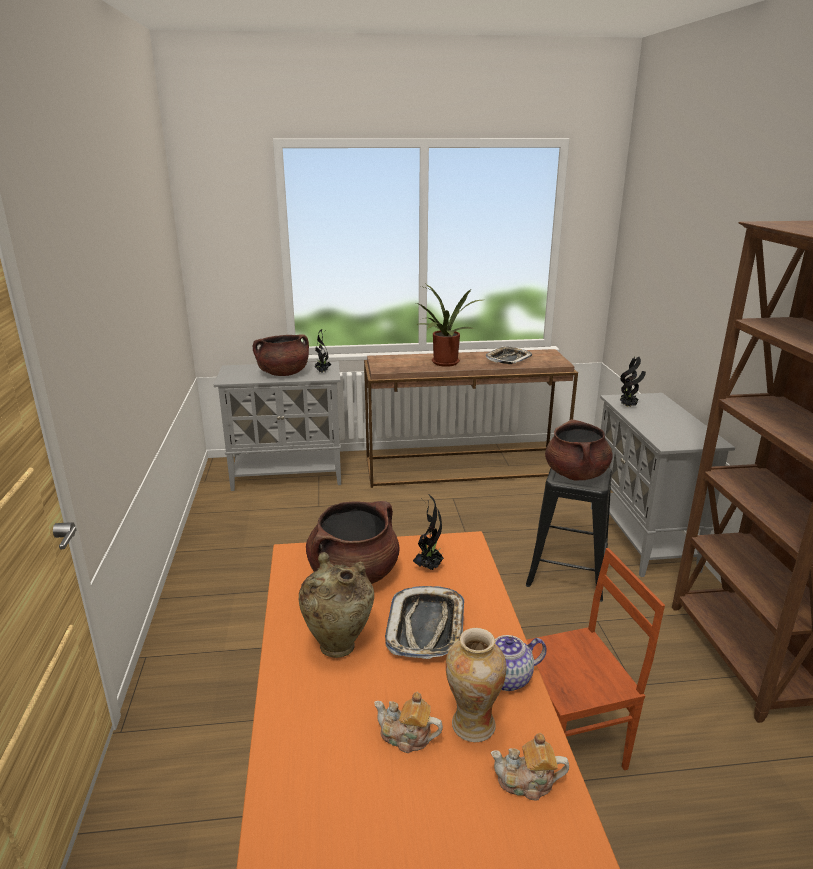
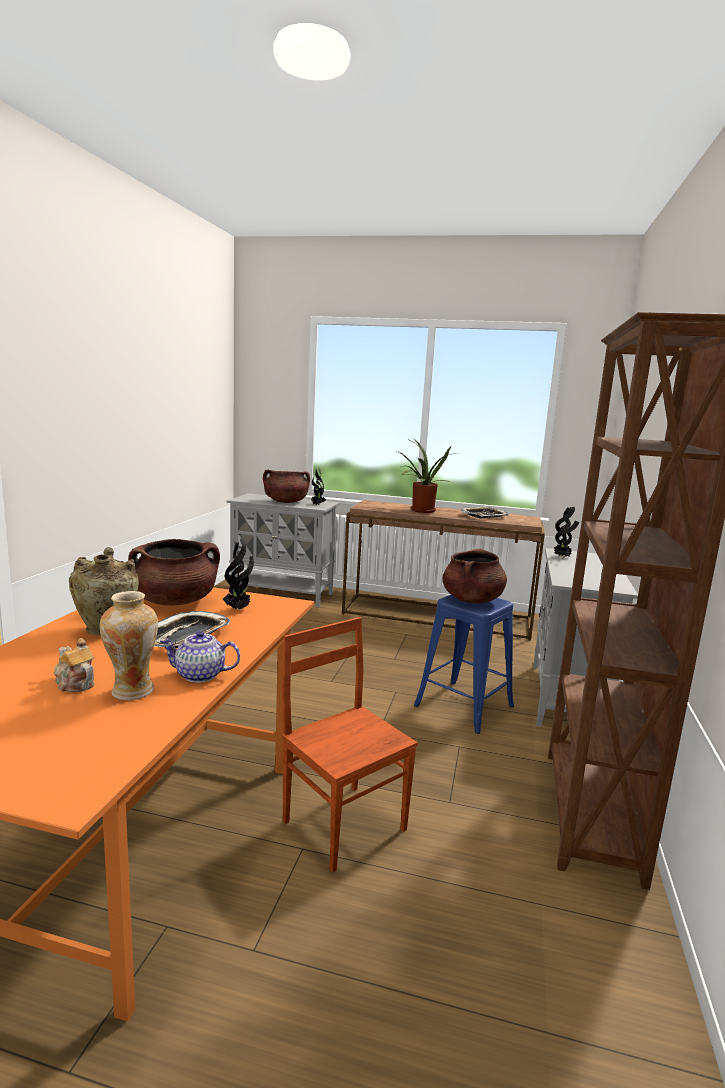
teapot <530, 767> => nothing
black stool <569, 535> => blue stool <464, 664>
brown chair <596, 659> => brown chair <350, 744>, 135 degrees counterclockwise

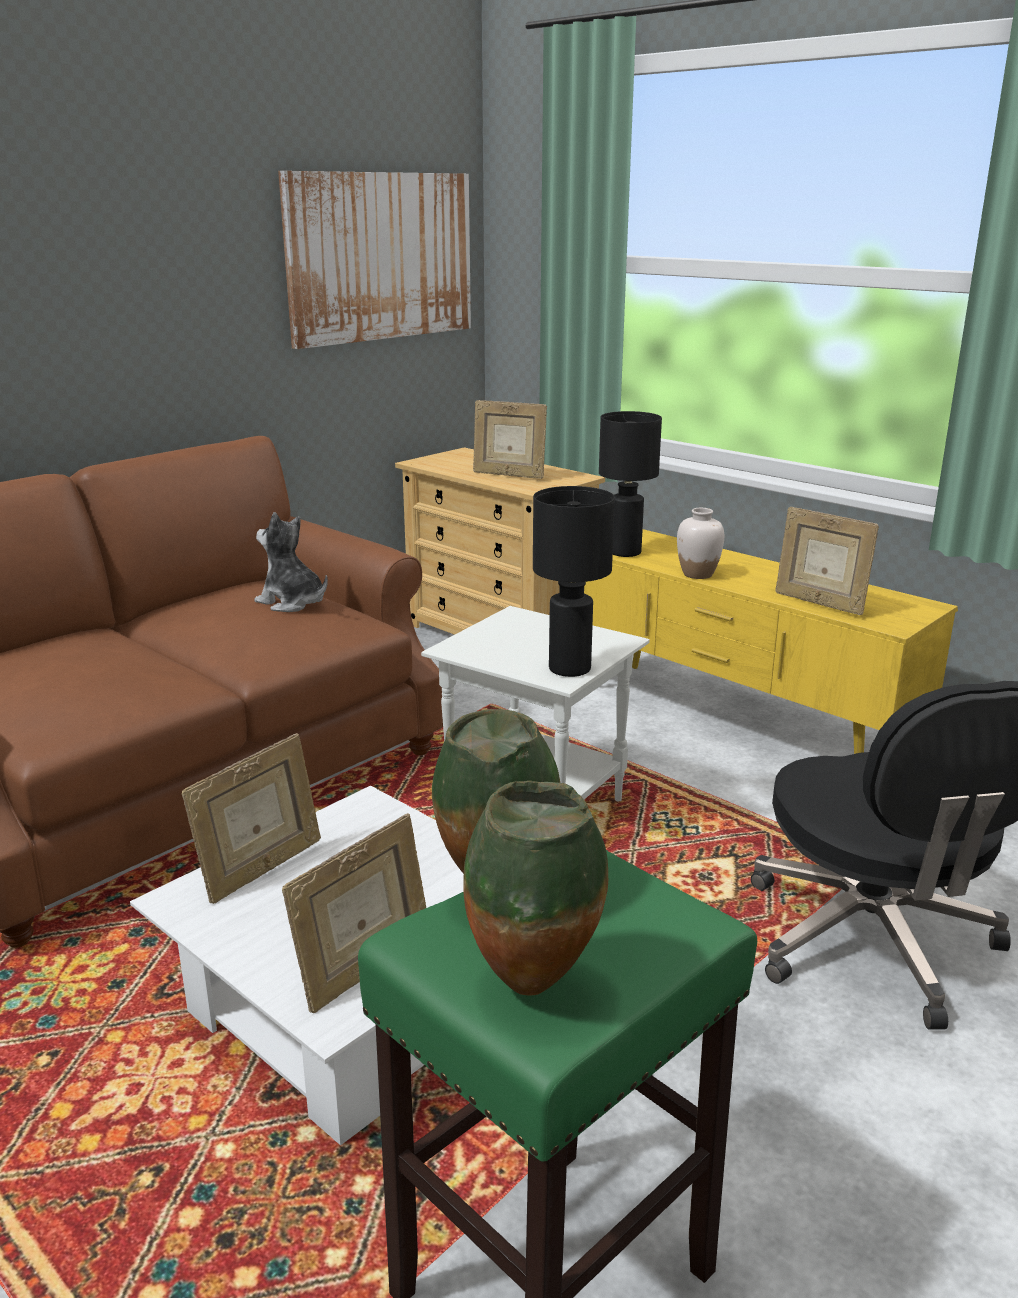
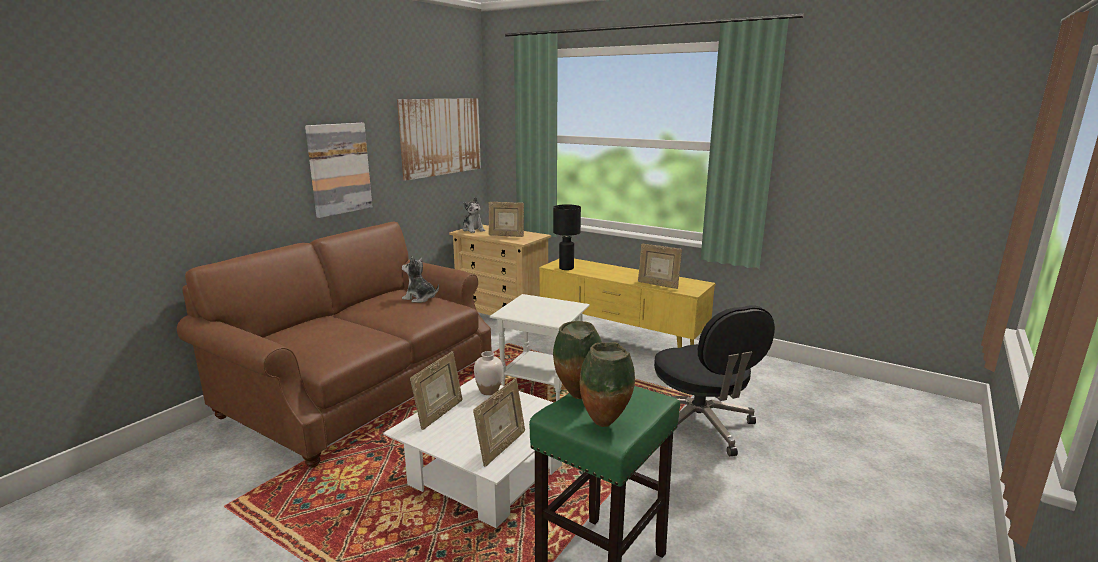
black table lamp <574, 581> => nothing
nothing => picture <338, 170>
nothing => plush toy <474, 215>
white vase <700, 543> => white vase <488, 373>, relocated

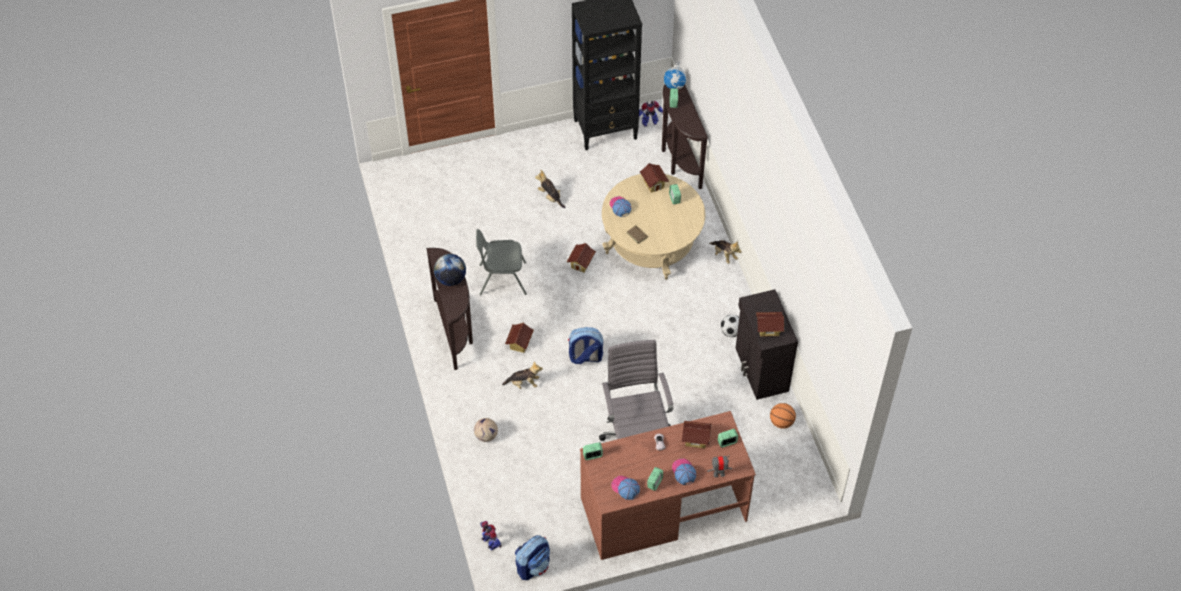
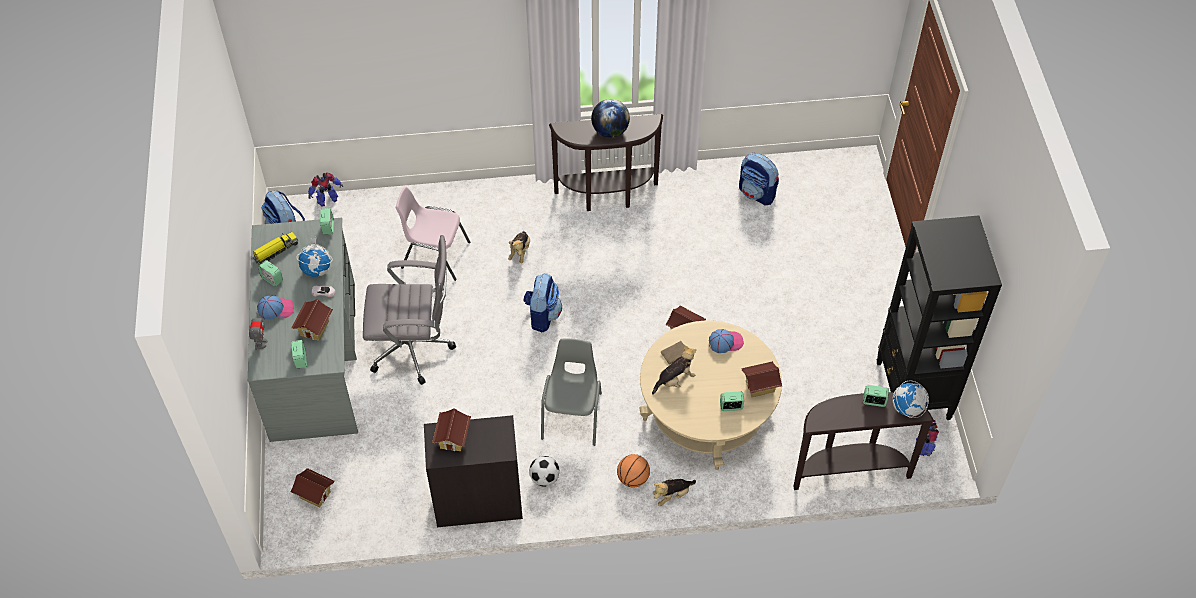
football <486, 430> => nothing
nothing => globe <315, 257>
nothing => pink chair <432, 233>
nothing => backpack <759, 179>
grey chair <501, 262> => grey chair <571, 392>, relocated
toy house <519, 338> => toy house <312, 487>, relocated
plush toy <550, 189> => plush toy <674, 370>, relocated
basketball <783, 416> => basketball <633, 470>, relocated
cap <625, 488> => toy truck <275, 248>
brown desk <668, 485> => grey desk <303, 330>

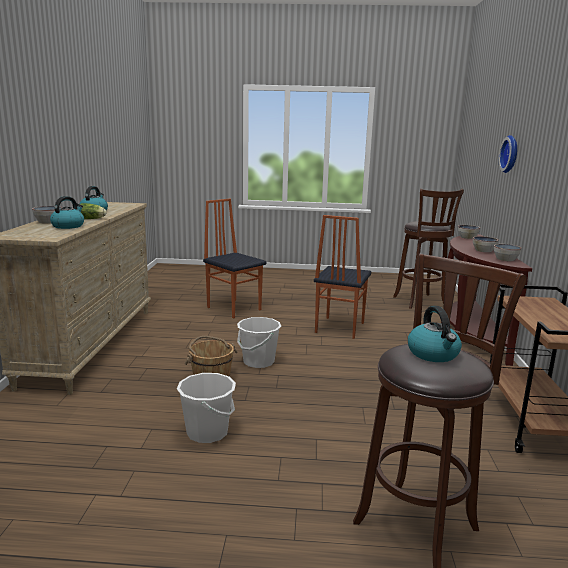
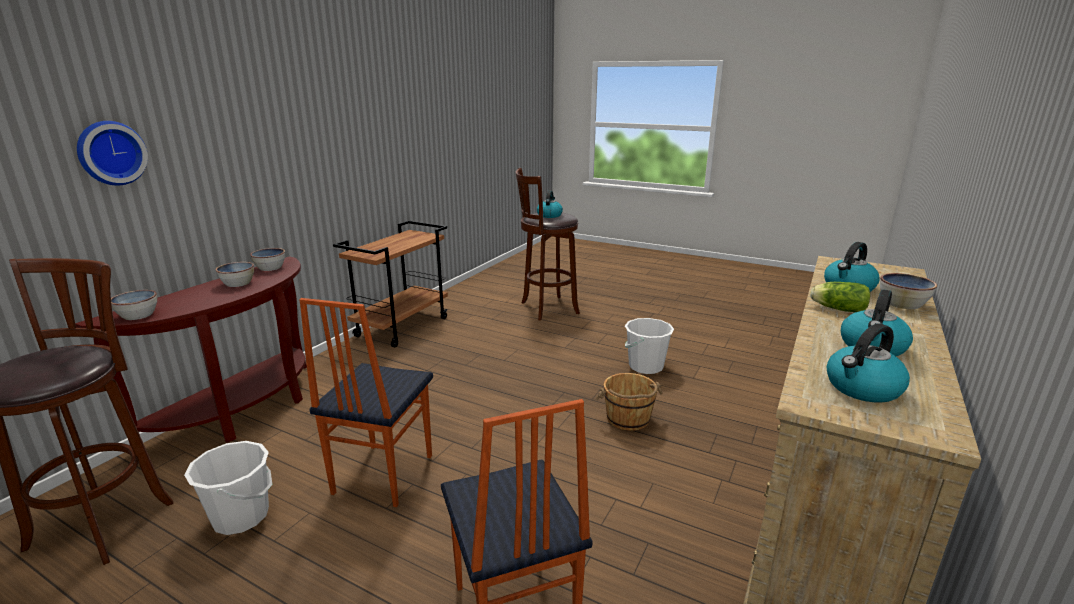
nothing => kettle <868, 363>
white bucket <259, 342> => white bucket <228, 488>, relocated
chair <342, 277> => chair <366, 402>, 150 degrees clockwise

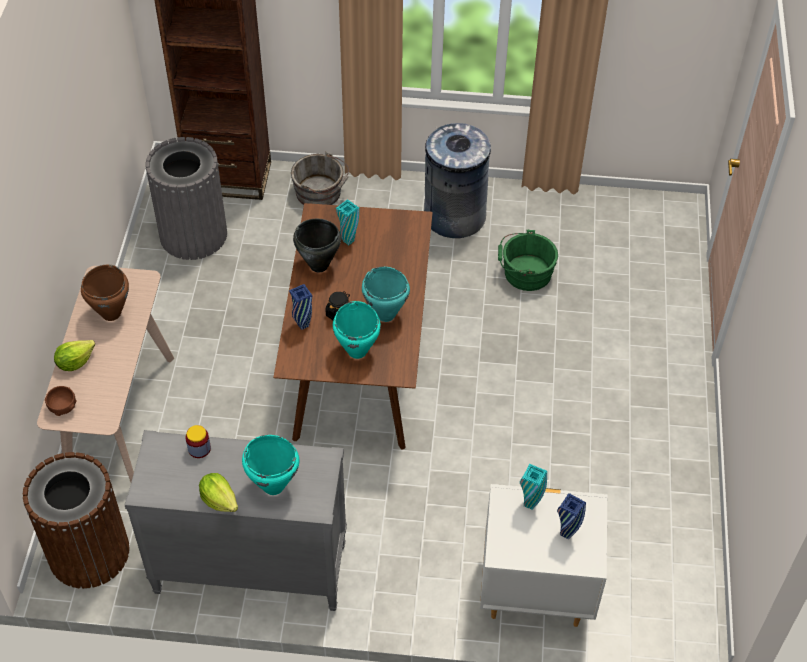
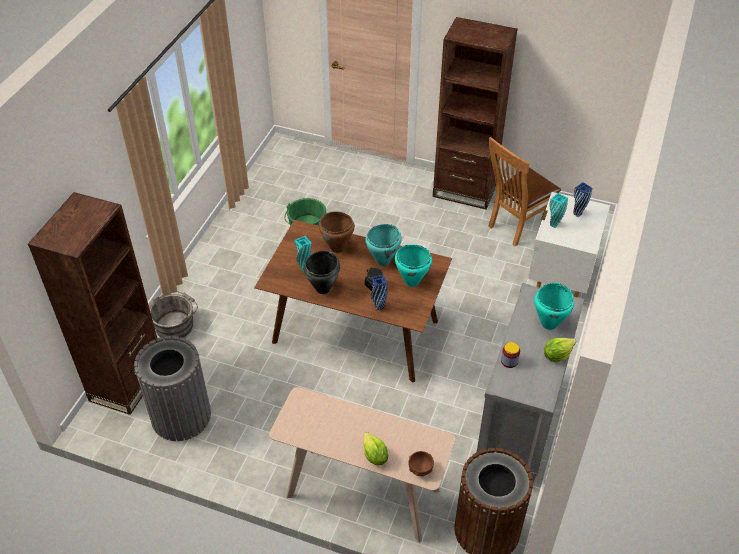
grey trash can <457, 180> => nothing
nothing => brown bookcase <475, 113>
nothing => brown chair <524, 191>
brown cooking pot <105, 293> => brown cooking pot <337, 232>, relocated

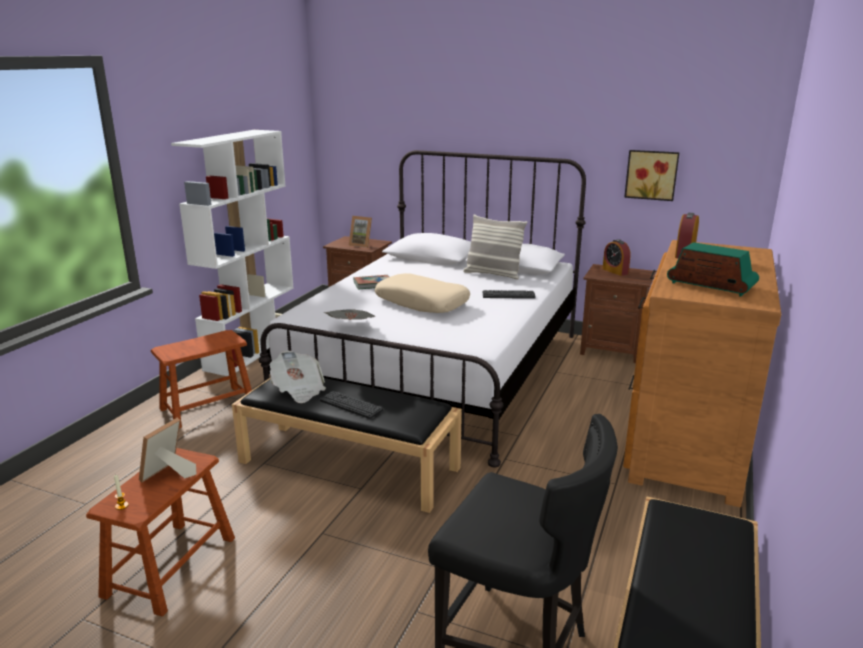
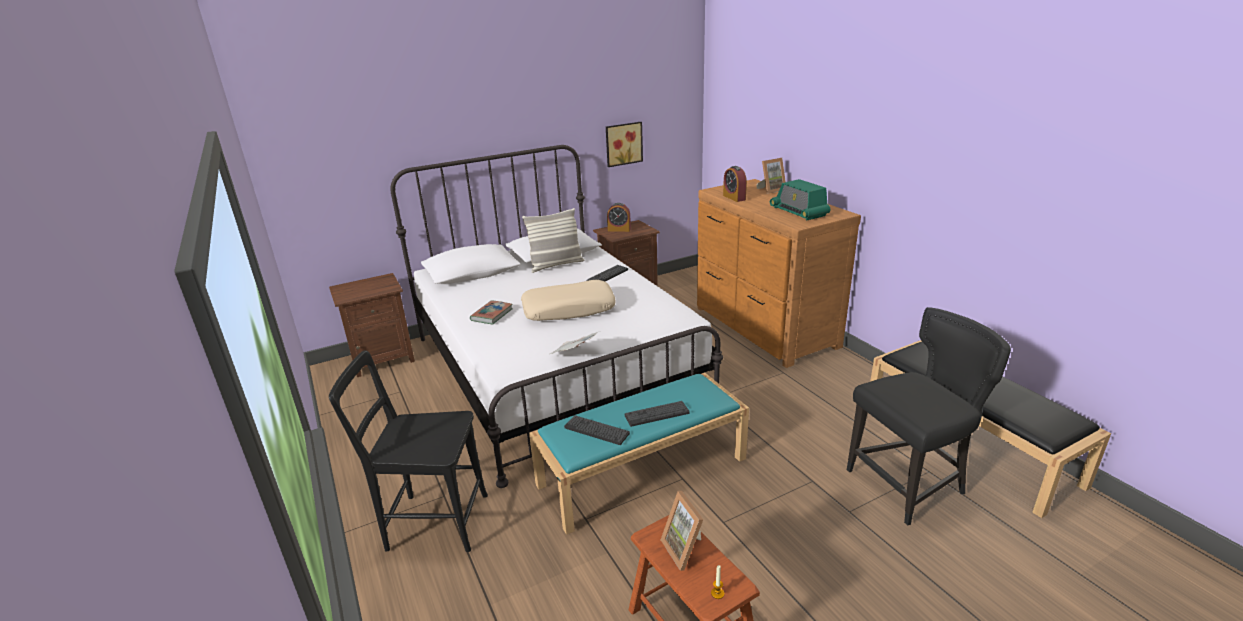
white bookcase <232, 253> => nothing
picture frame <360, 232> => picture frame <771, 176>, relocated
brown stool <201, 379> => black chair <408, 451>
newspaper <298, 377> => keyboard <597, 430>
black bench <347, 445> => turquoise bench <639, 454>
radio <713, 269> => radio <800, 199>, 105 degrees counterclockwise

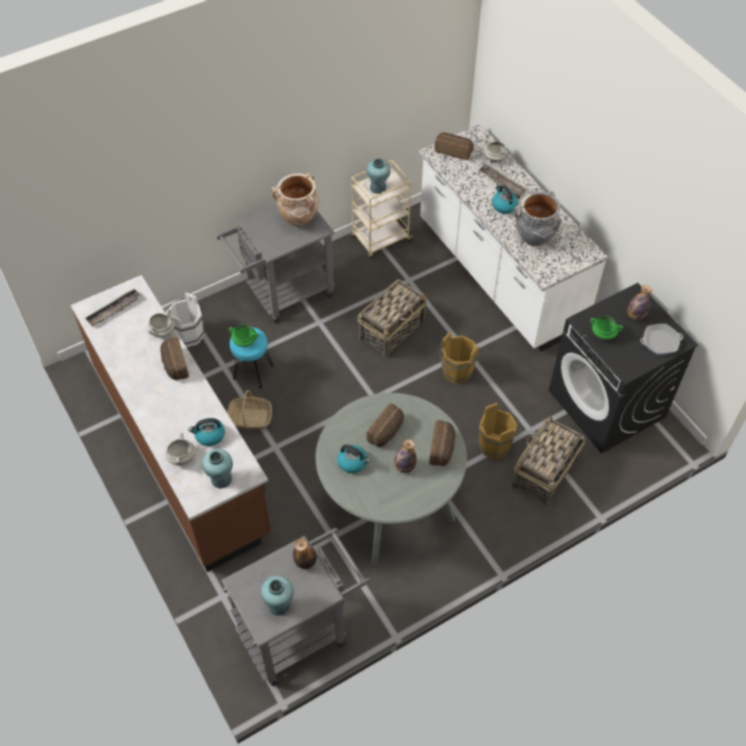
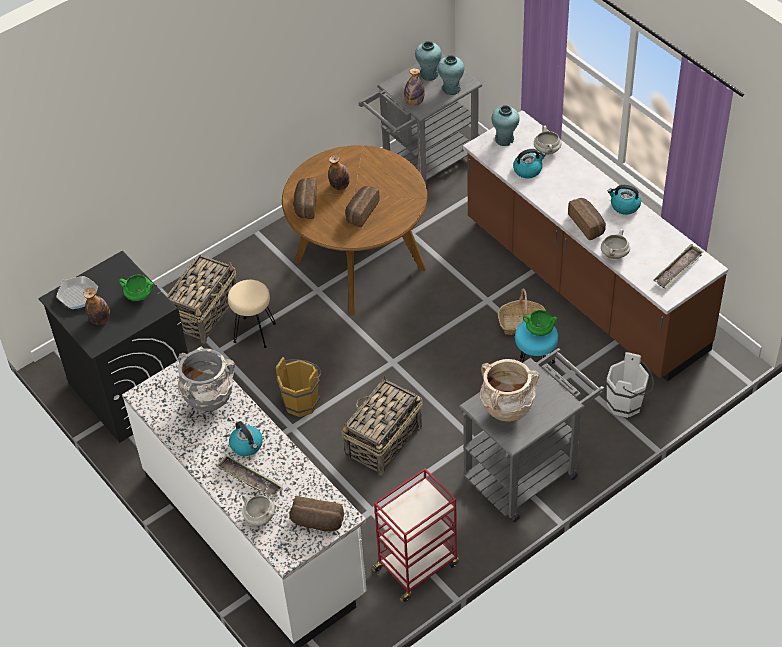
kettle <353, 459> => kettle <624, 200>, relocated
turquoise vase <378, 176> => turquoise vase <451, 75>, relocated
brown bucket <499, 431> => beige stool <252, 314>
grey dining table <391, 479> => brown dining table <354, 230>
beige cart <383, 209> => red cart <415, 535>
frying pan <661, 339> => frying pan <77, 292>, 120 degrees counterclockwise

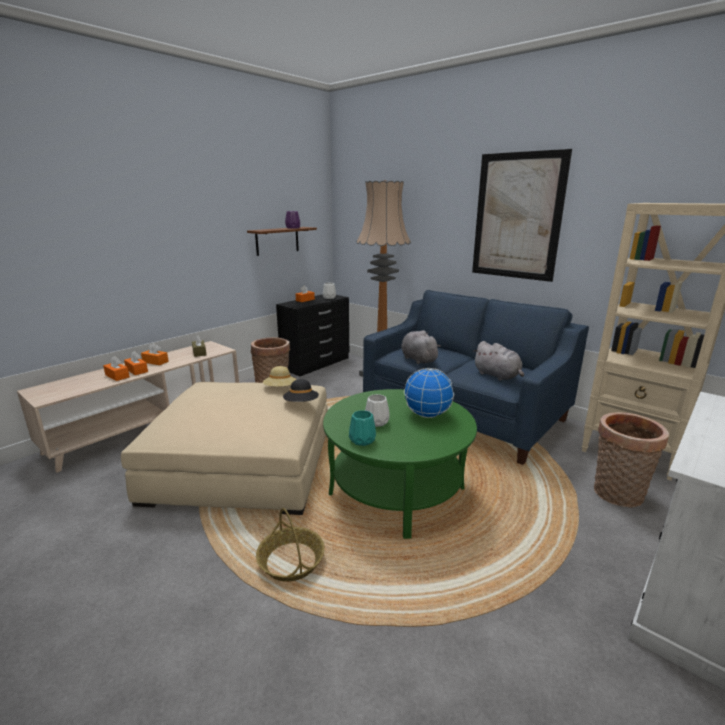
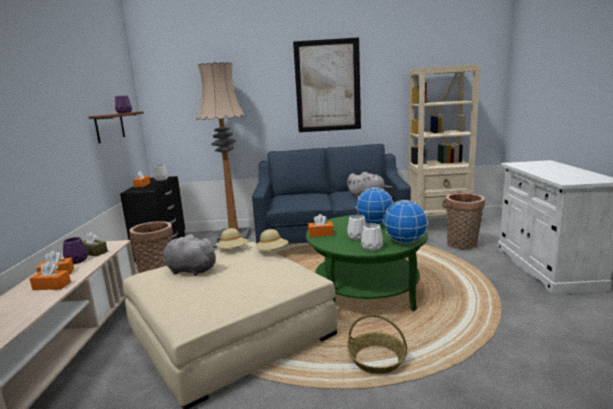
nothing => purple vase <75, 250>
nothing => globe <405, 221>
orange tissue box <116, 368> => orange tissue box <321, 225>, relocated
grey plush toy <421, 347> => grey plush toy <190, 255>, relocated
black hat <301, 390> => beige hat <271, 239>
turquoise vase <362, 428> => white vase <372, 237>

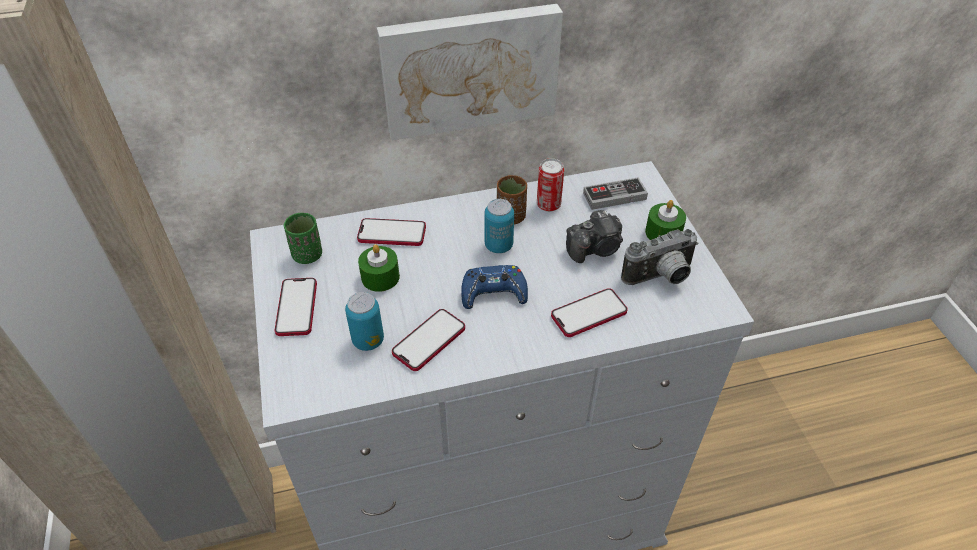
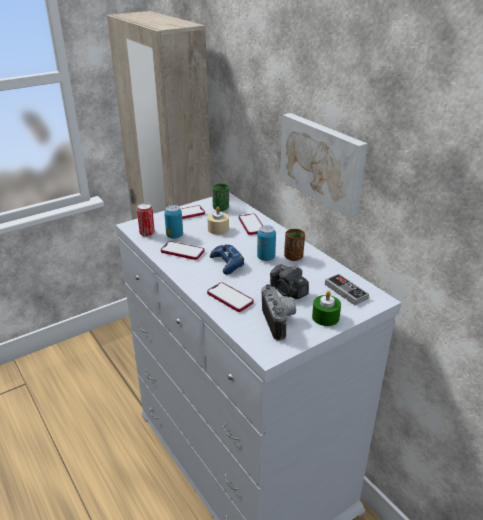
can <550, 185> => can <146, 220>, relocated
green candle <379, 268> => beige candle <218, 221>
photo camera <660, 257> => photo camera <279, 312>, 150 degrees counterclockwise

